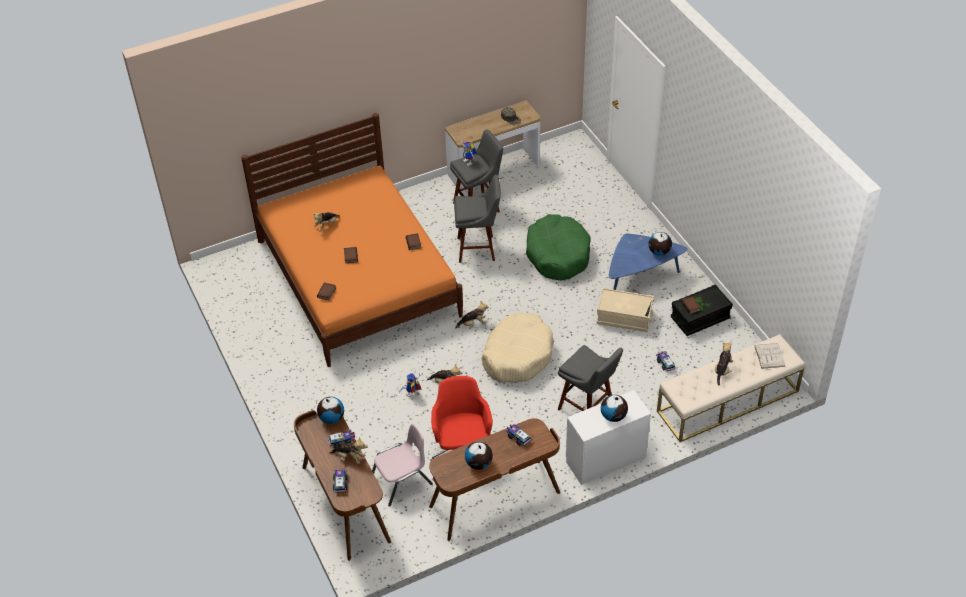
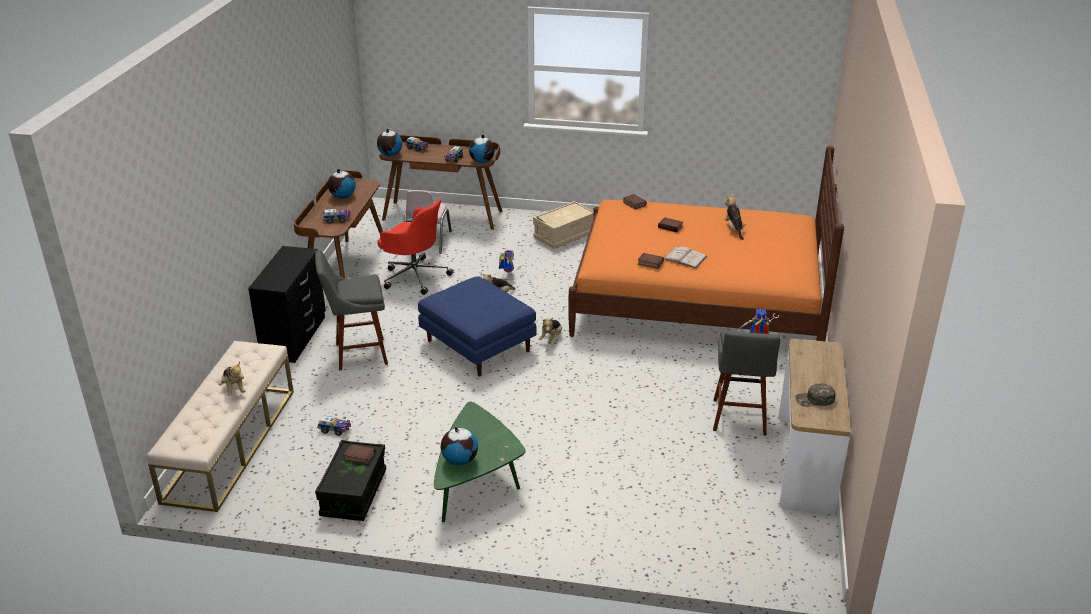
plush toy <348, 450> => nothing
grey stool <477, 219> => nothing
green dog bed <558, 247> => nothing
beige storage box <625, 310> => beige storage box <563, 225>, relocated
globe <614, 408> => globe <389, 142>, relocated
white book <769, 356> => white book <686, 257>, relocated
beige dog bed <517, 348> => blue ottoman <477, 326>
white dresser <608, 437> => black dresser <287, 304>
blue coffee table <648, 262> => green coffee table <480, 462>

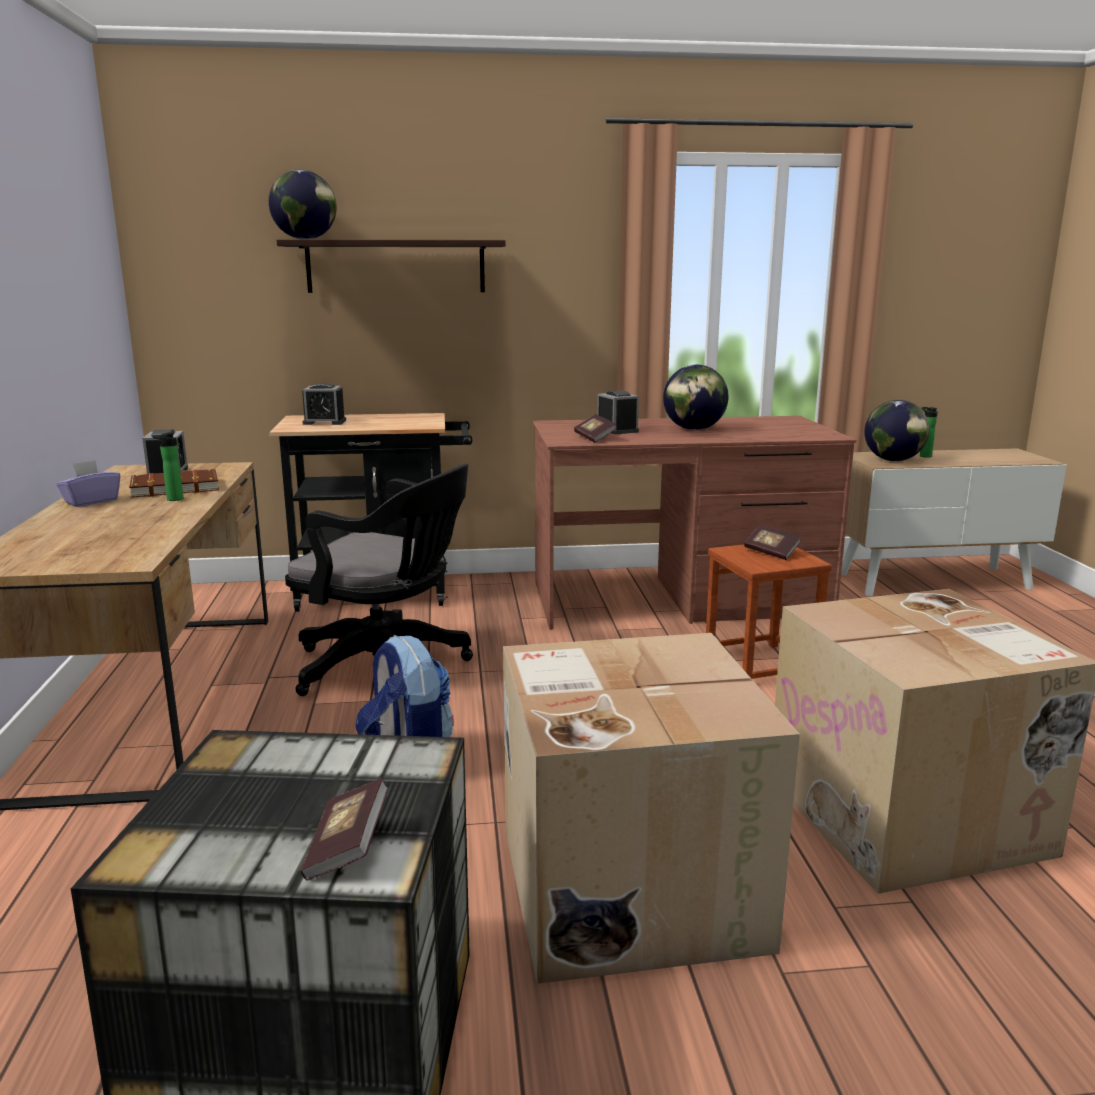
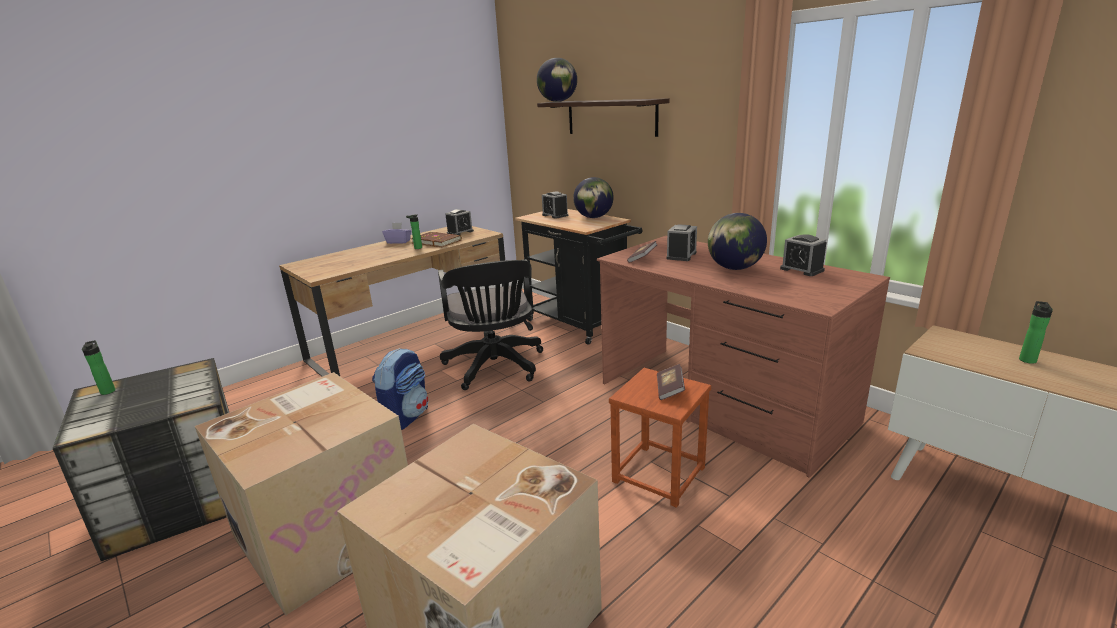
book <344, 829> => nothing
nothing => bottle <99, 367>
nothing => alarm clock <803, 255>
globe <896, 430> => globe <593, 197>, relocated

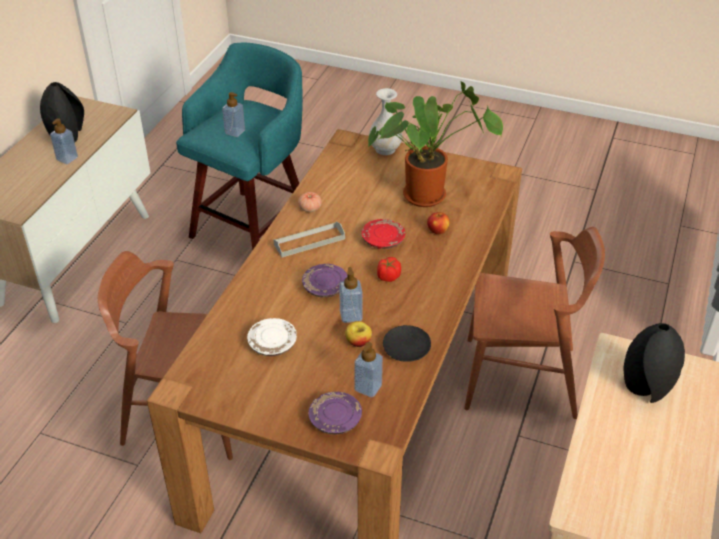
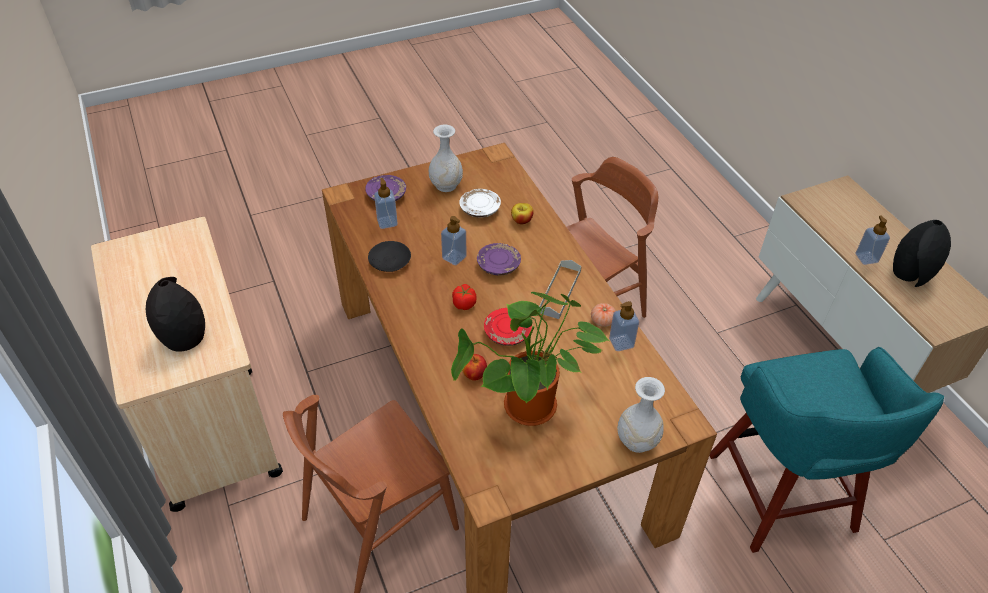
nothing => white vase <446, 158>
soap dispenser <233, 114> => soap dispenser <624, 326>, relocated
apple <358, 334> => apple <522, 213>, relocated

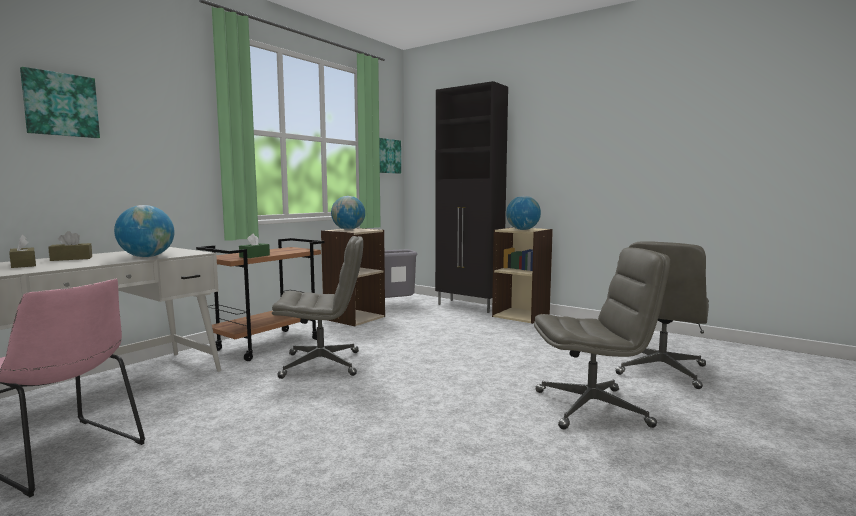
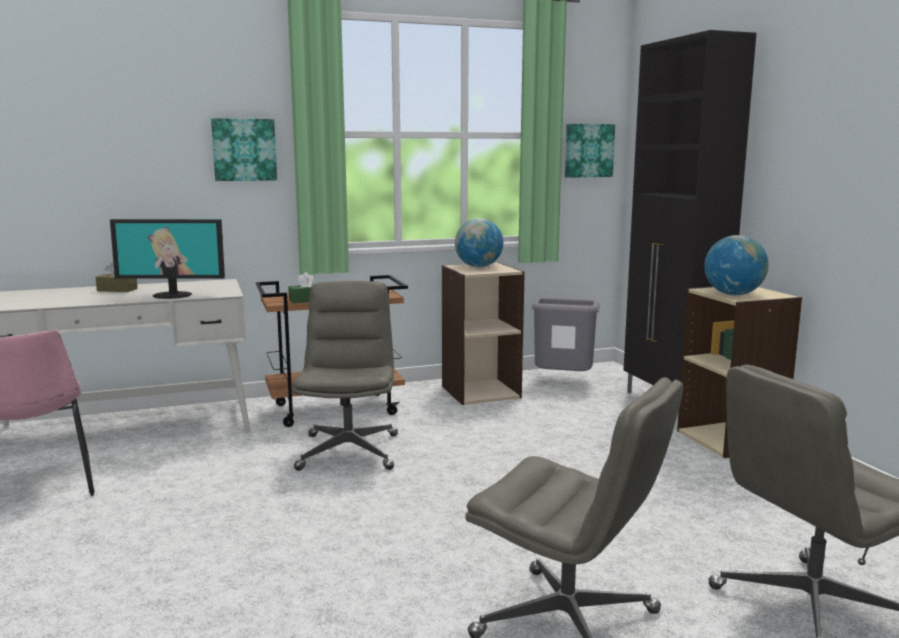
brown tissue box <22, 251> => nothing
picture <60, 102> => picture <244, 149>, relocated
globe <144, 231> => monitor <167, 259>
grey office chair <317, 307> => grey office chair <345, 376>, 120 degrees counterclockwise

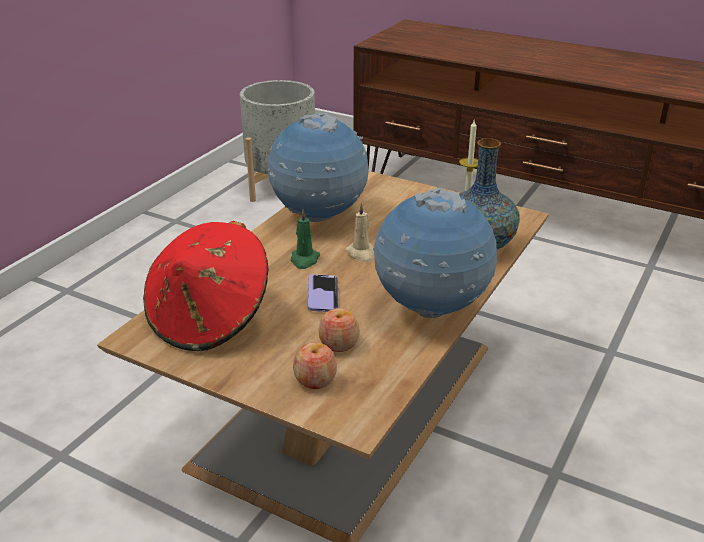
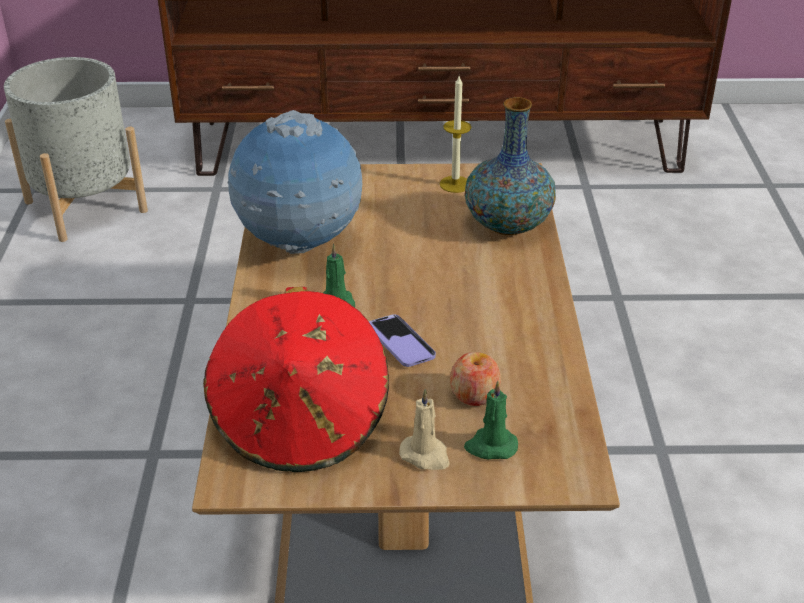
globe <435, 252> => nothing
beige candle <359, 232> => beige candle <424, 429>, relocated
apple <315, 365> => green candle <491, 420>

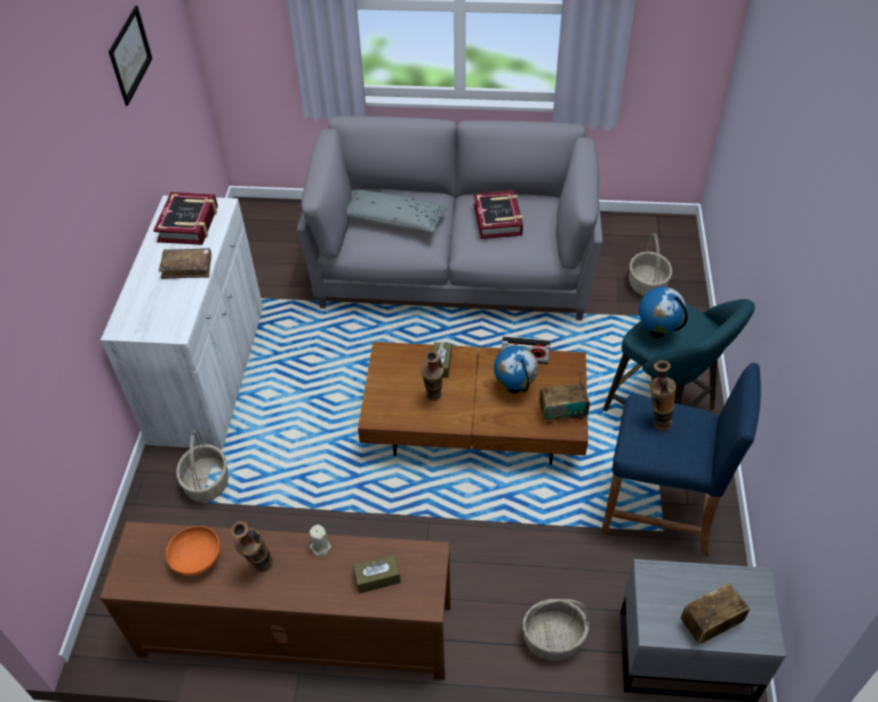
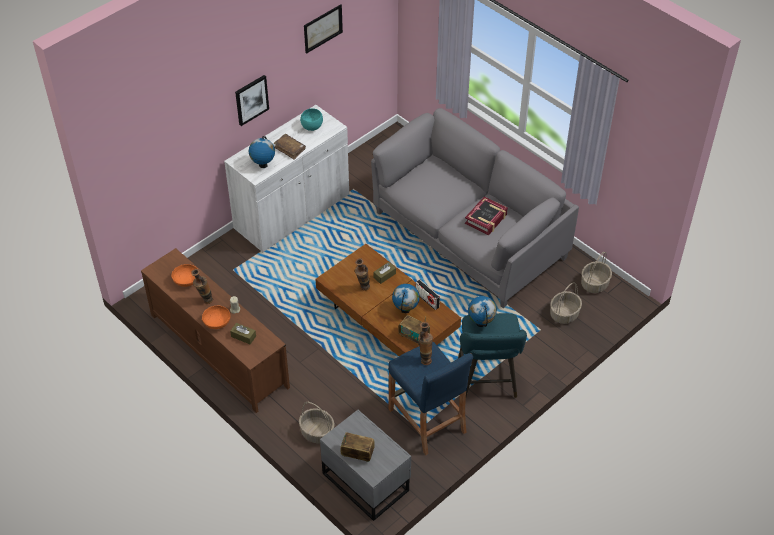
grey pillow <398, 210> => nothing
nothing => orange bowl <216, 317>
nothing => picture <252, 100>
nothing => globe <262, 152>
basket <202, 466> => basket <596, 272>, relocated
book <185, 218> => turquoise bowl <311, 119>

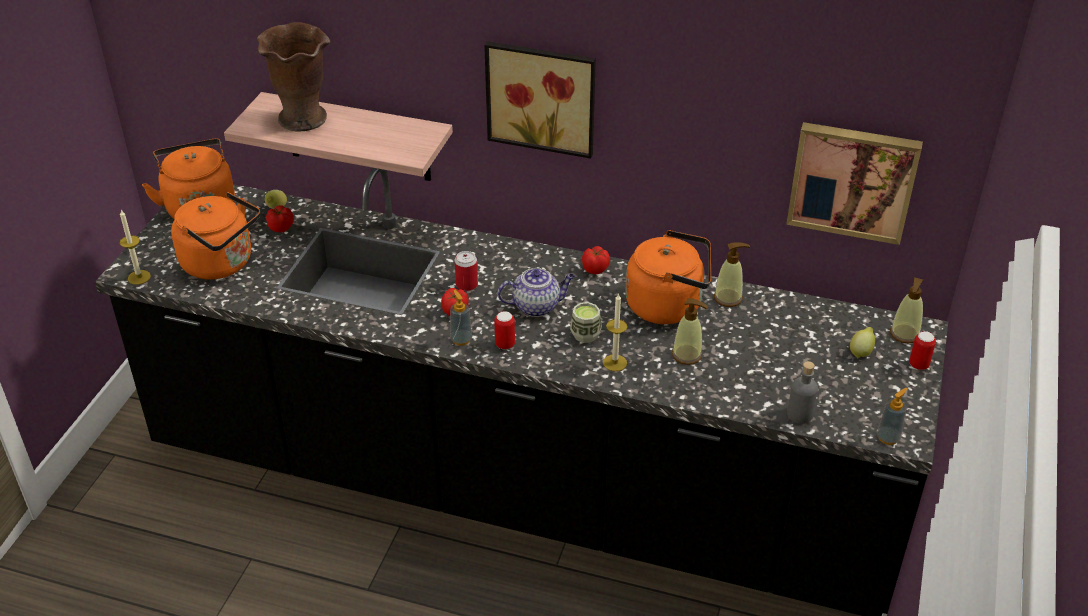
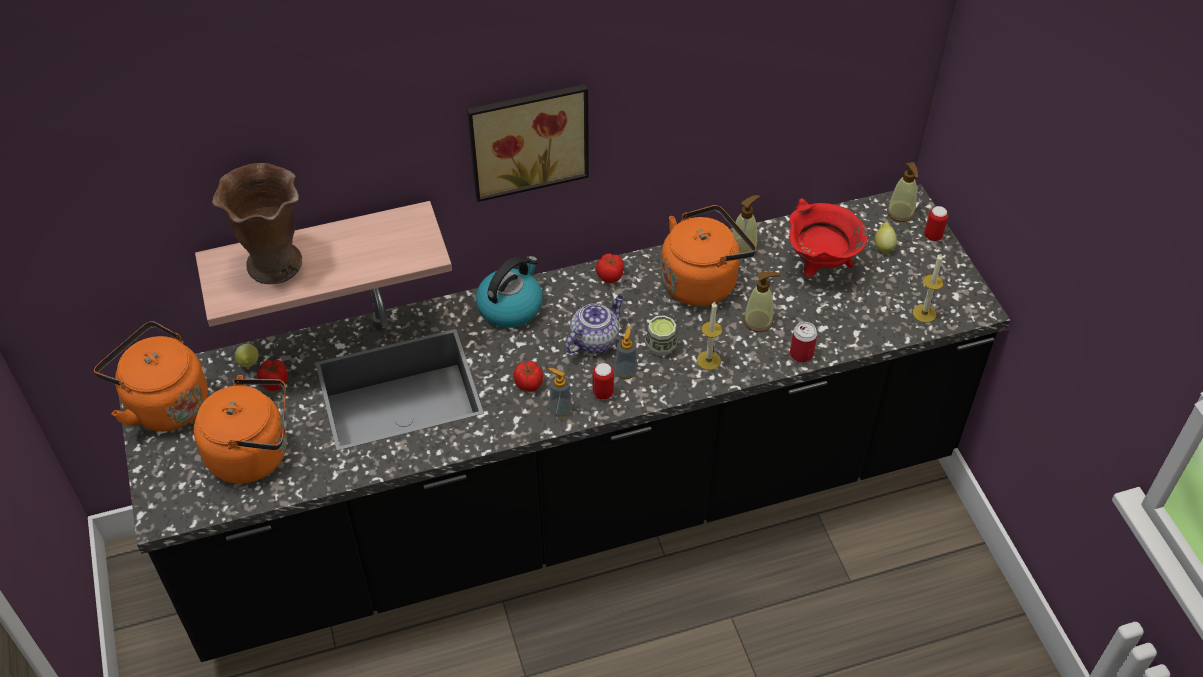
picture <854, 183> => nothing
grey bottle <802, 392> => nothing
nothing => kettle <509, 292>
nothing => red cooking pot <829, 237>
candle <135, 247> => candle <928, 288>, relocated
can <466, 271> => can <803, 342>, relocated
soap dispenser <892, 416> => soap dispenser <626, 352>, relocated

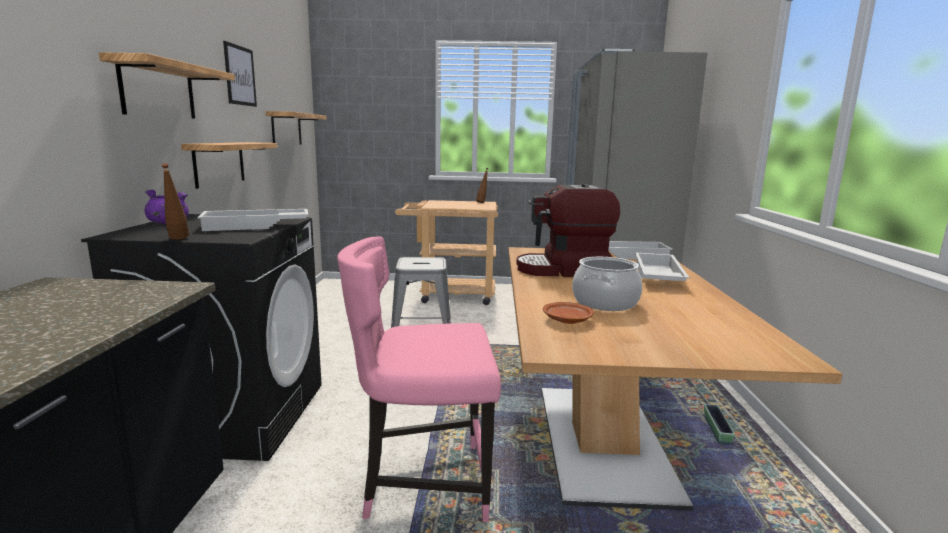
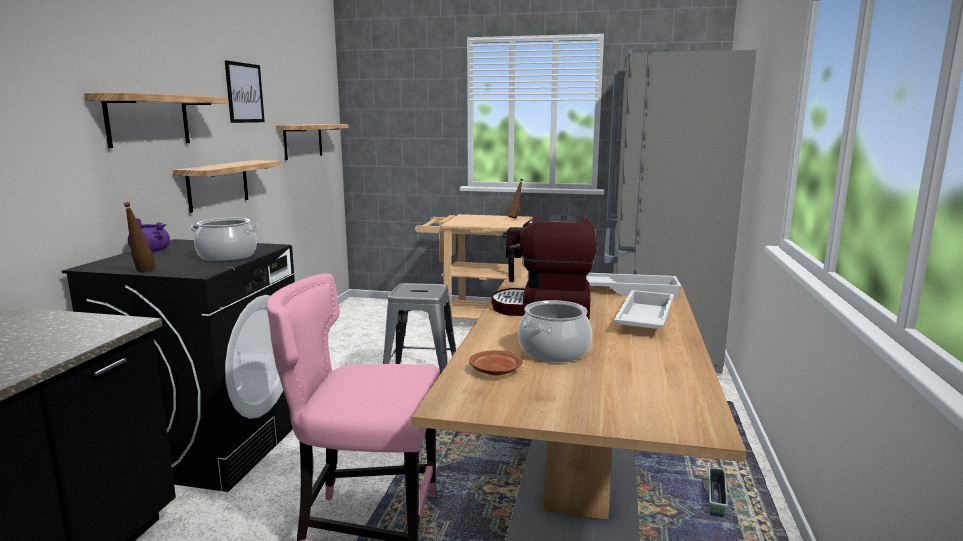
white tray <252, 220> => cooking pot <224, 239>

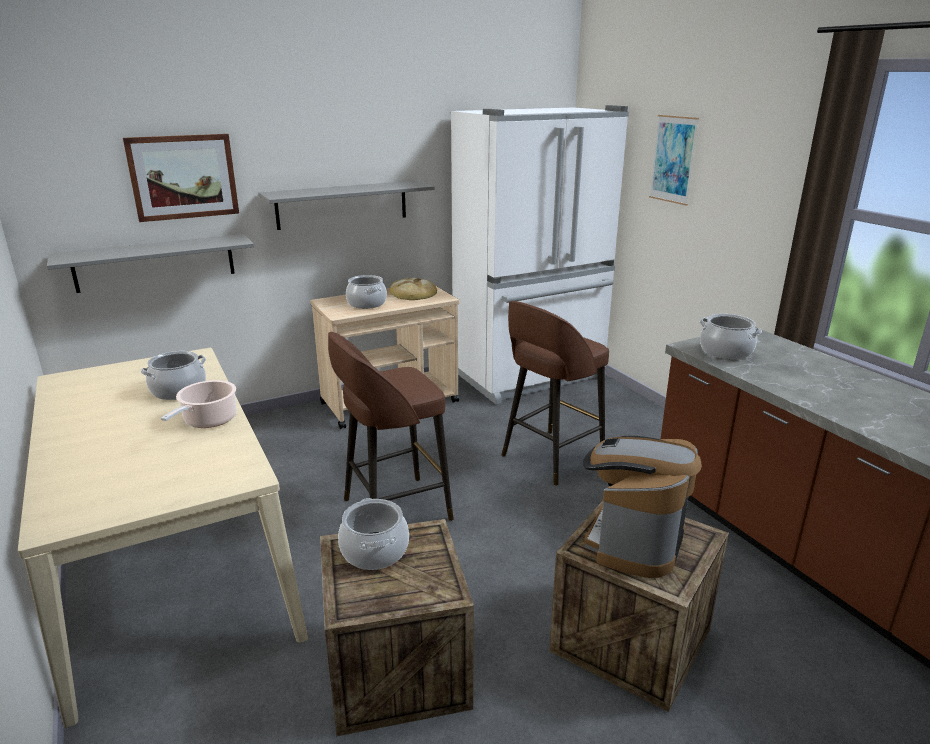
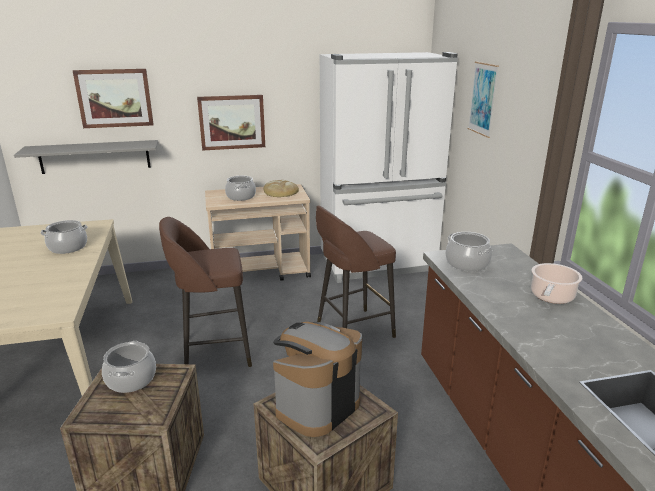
cooking pot <199, 404> => cooking pot <556, 283>, relocated
grey shelf <346, 205> => picture <231, 123>

